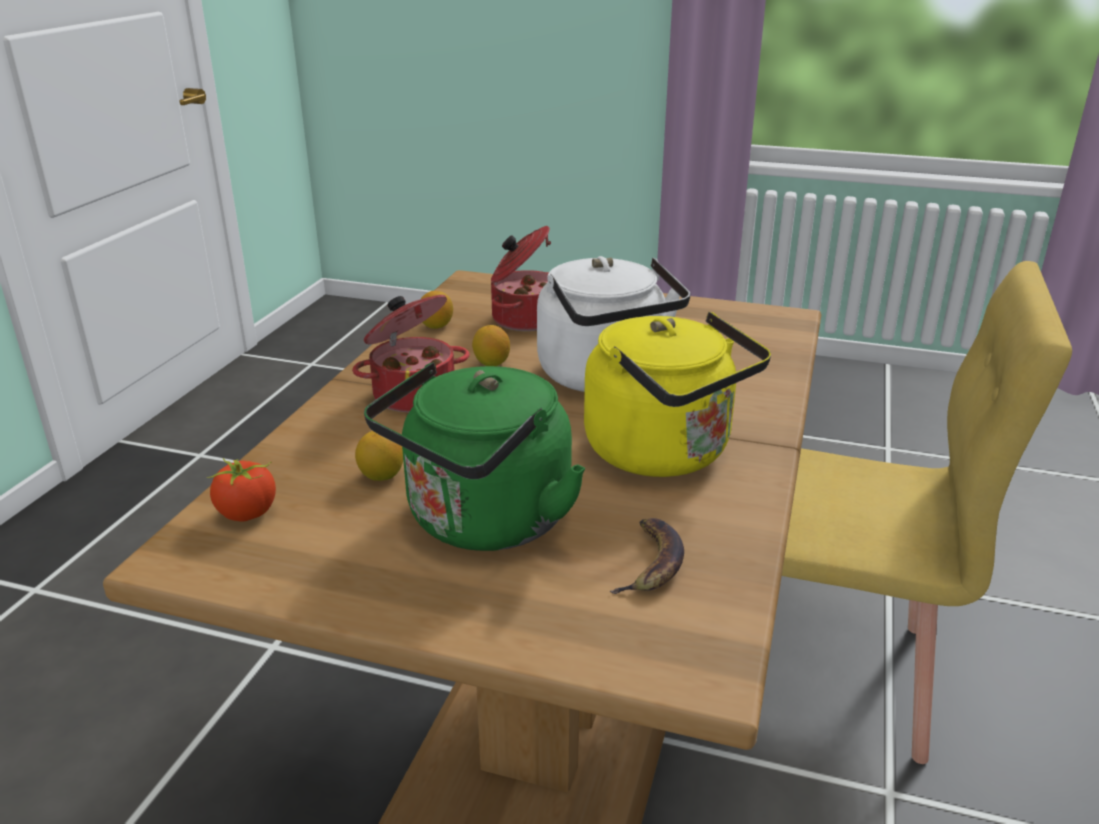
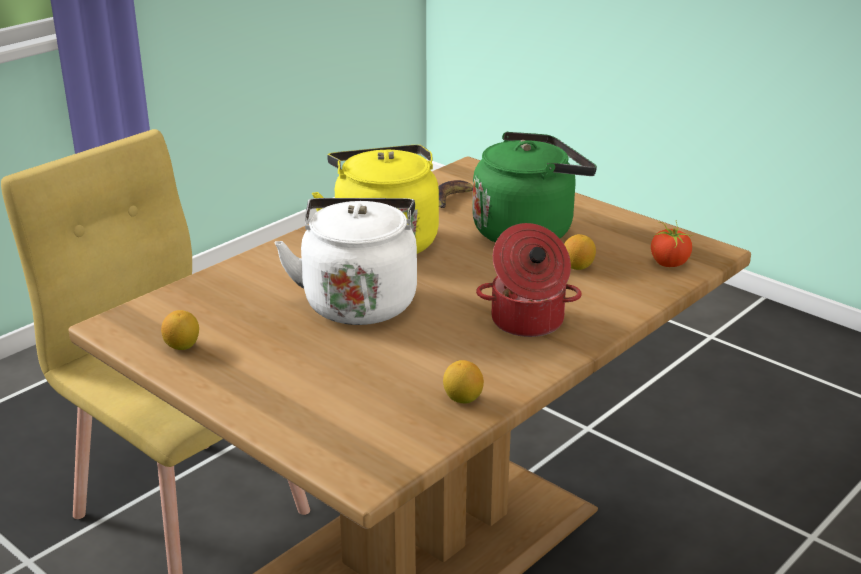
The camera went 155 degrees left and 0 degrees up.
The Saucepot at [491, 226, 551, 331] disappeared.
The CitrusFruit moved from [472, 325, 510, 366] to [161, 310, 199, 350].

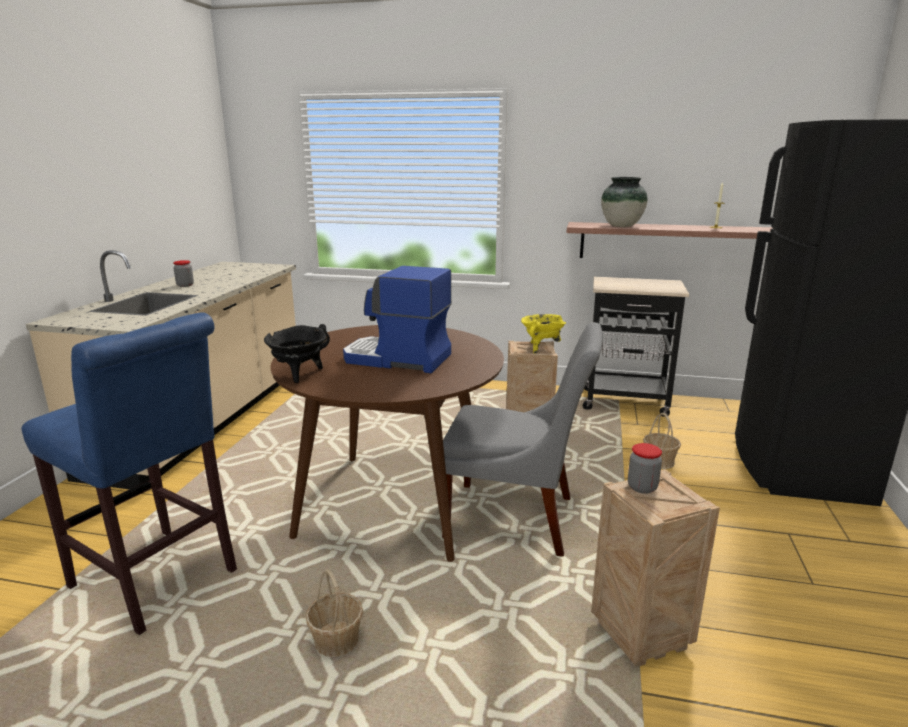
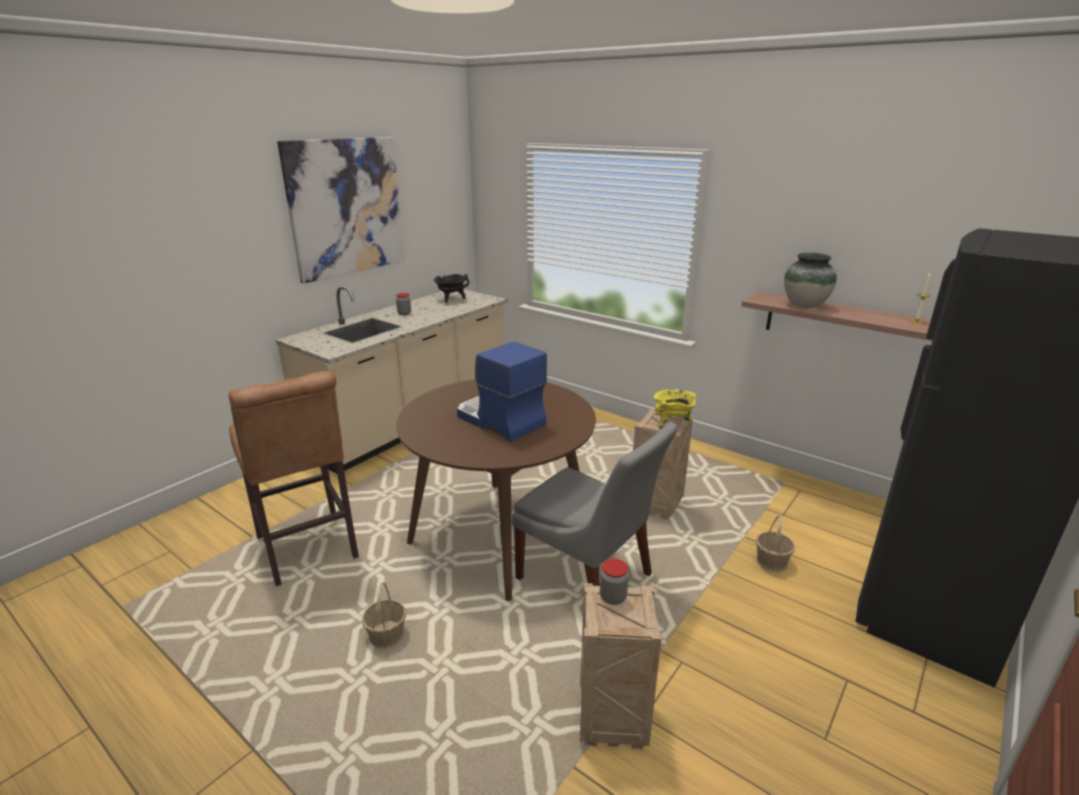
The camera went 25 degrees right and 5 degrees up.
The Trolley at [583, 277, 689, 417] disappeared.
The WallPicture at [277, 137, 405, 284] appeared.
The BlackColouredSaucepot moved from [264, 324, 330, 383] to [434, 274, 469, 303].
The BlueStoolSeat at [21, 312, 237, 635] became the BrownishStoolSeat at [229, 371, 359, 586].

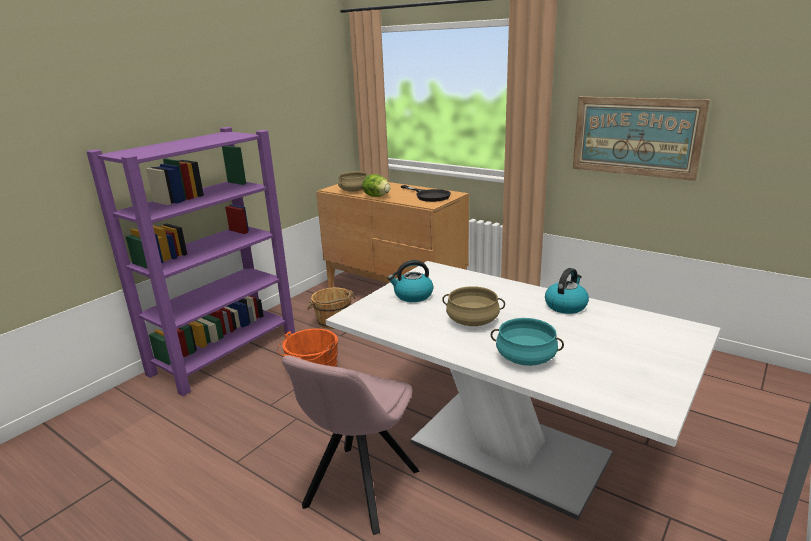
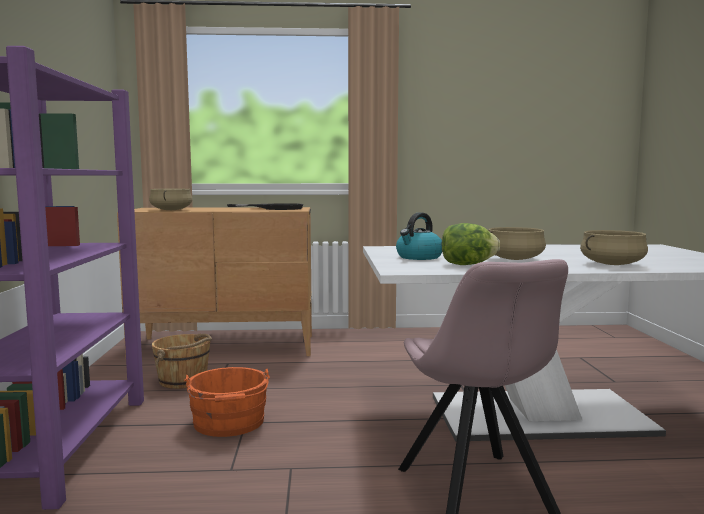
The camera went 40 degrees left and 15 degrees down.
The WaterKettle at [545, 268, 589, 314] disappeared.
The WallPicture at [573, 97, 710, 181] disappeared.
The Lettuce moved from [362, 174, 390, 197] to [442, 223, 500, 265].
The TurquoiseColouredSaucepot at [491, 318, 564, 366] became the SandColouredSaucepot at [580, 230, 648, 265].

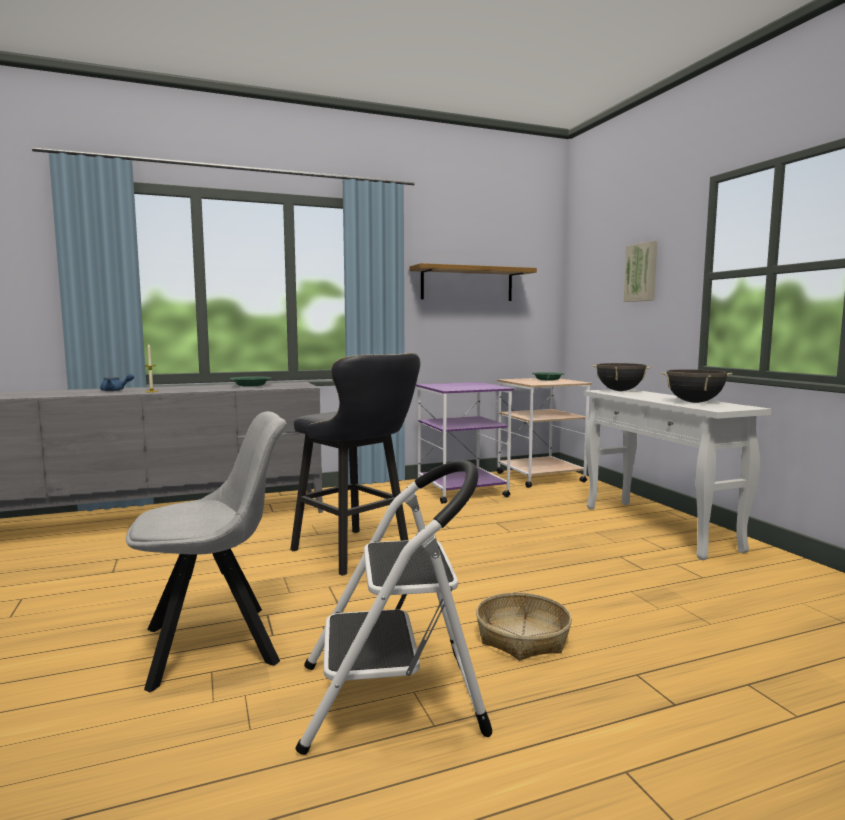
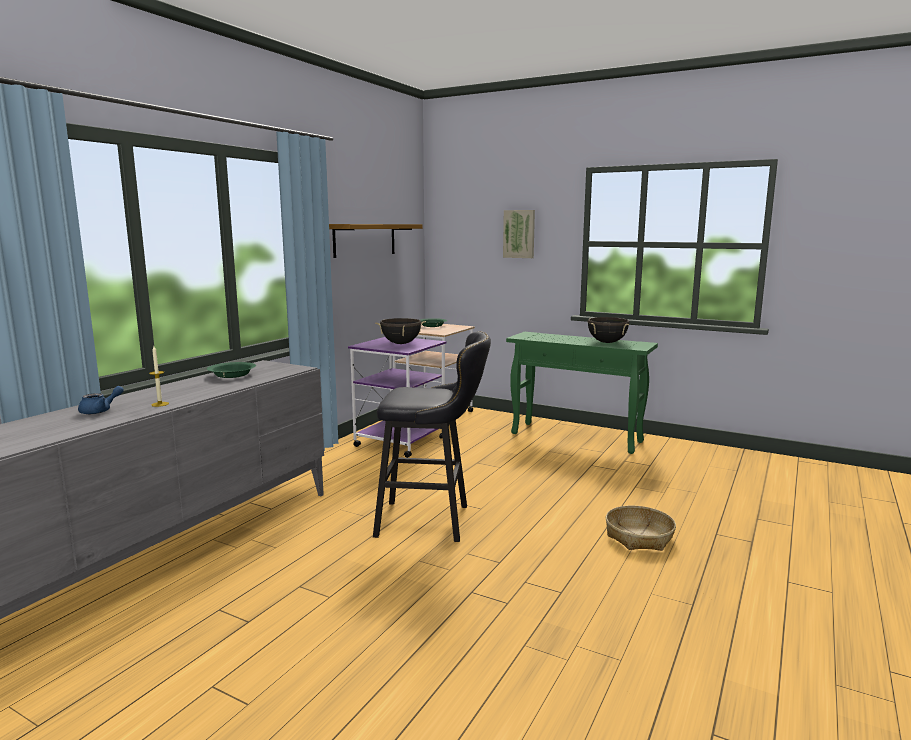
The camera went 40 degrees left and 5 degrees up.
The GreyishChair at [126, 411, 287, 693] disappeared.
The Stepladder at [296, 460, 492, 755] disappeared.
The BlackColouredSaucepot moved from [591, 363, 652, 391] to [375, 318, 426, 344].
The WhiteColouredNarrowTable at [584, 389, 772, 560] became the GreenNarrowTable at [506, 332, 658, 454].

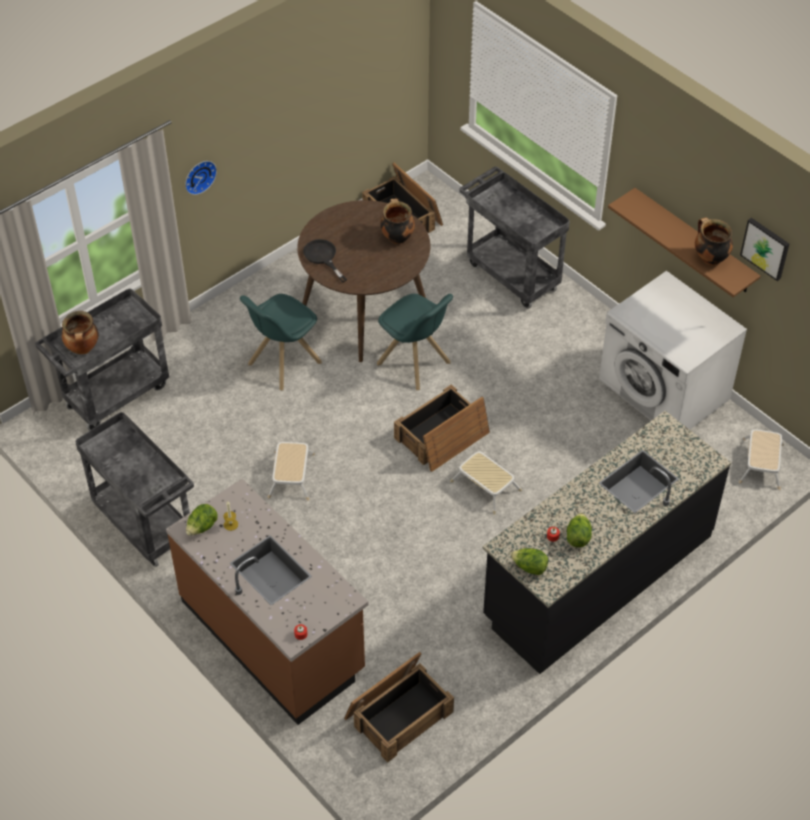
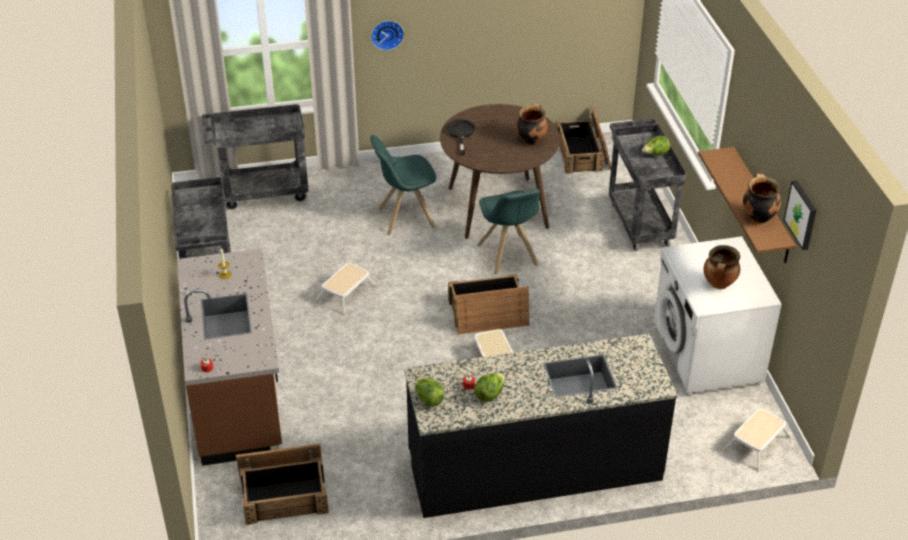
The camera went 30 degrees right and 10 degrees down.
The Saucepot moved from [62, 311, 98, 354] to [703, 245, 740, 289].
The Lettuce moved from [186, 504, 218, 536] to [642, 135, 670, 156].

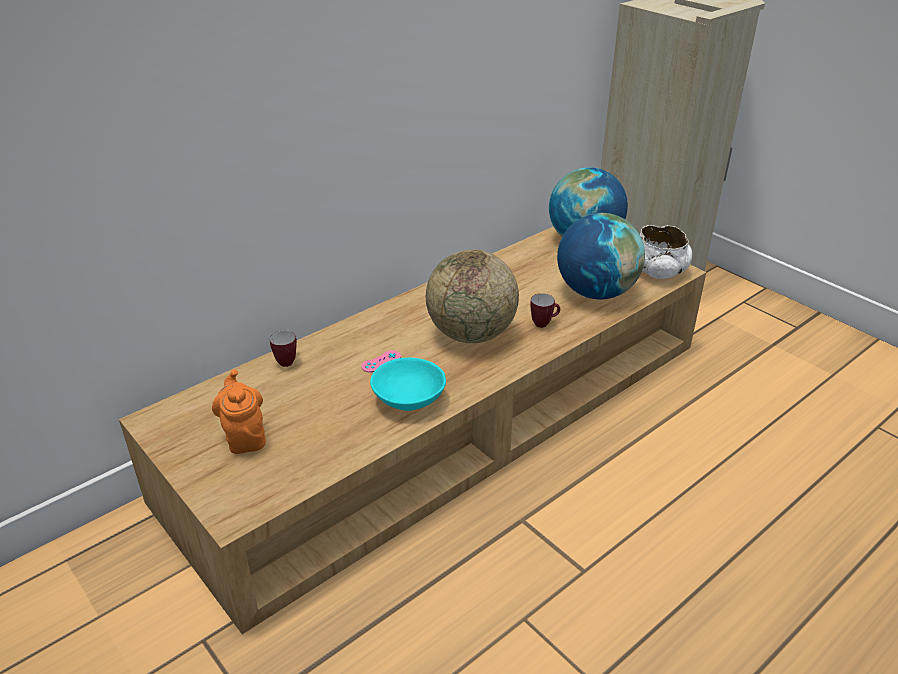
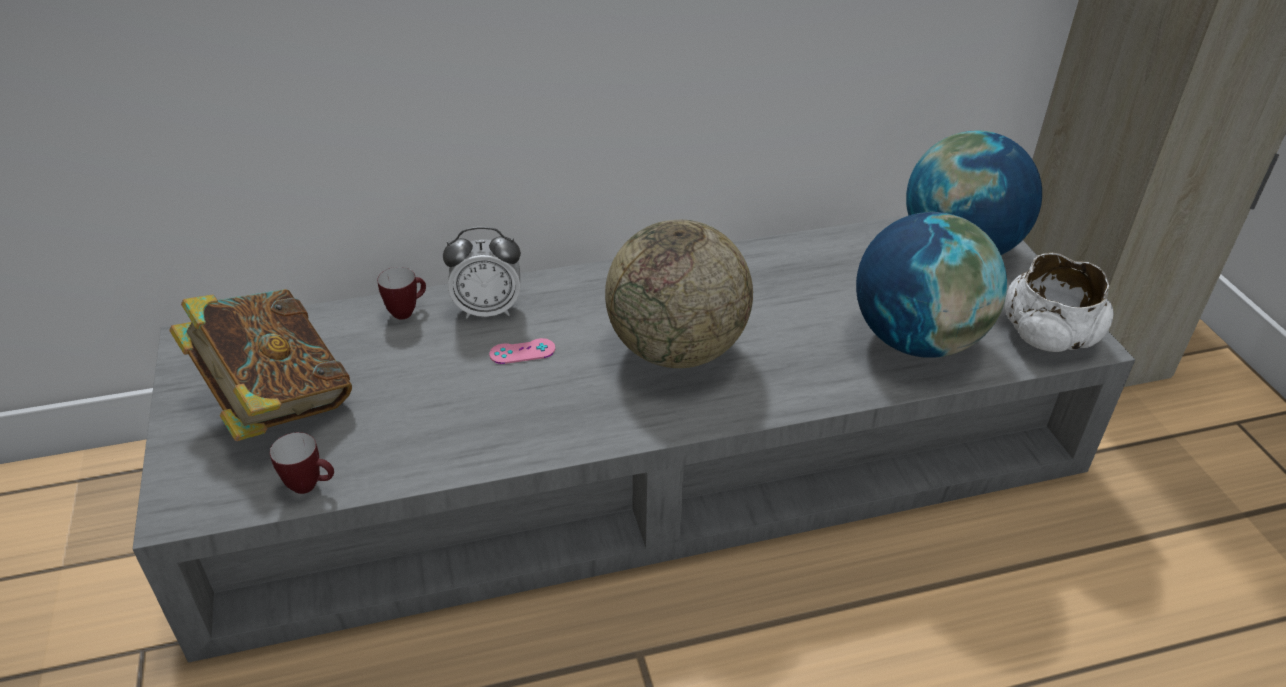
The camera went 25 degrees right and 5 degrees up.
The TurquoiseColouredServingBowl at [370, 358, 446, 411] disappeared.
The BedsideClock at [443, 227, 521, 318] appeared.
The Mug moved from [530, 293, 560, 328] to [270, 432, 334, 494].
The OrangeColouredPotForTea at [212, 370, 266, 454] was replaced by the Volume at [169, 289, 352, 441].
The BrownishMediaConsole at [119, 226, 706, 634] became the GreyishMediaConsole at [133, 215, 1135, 662].

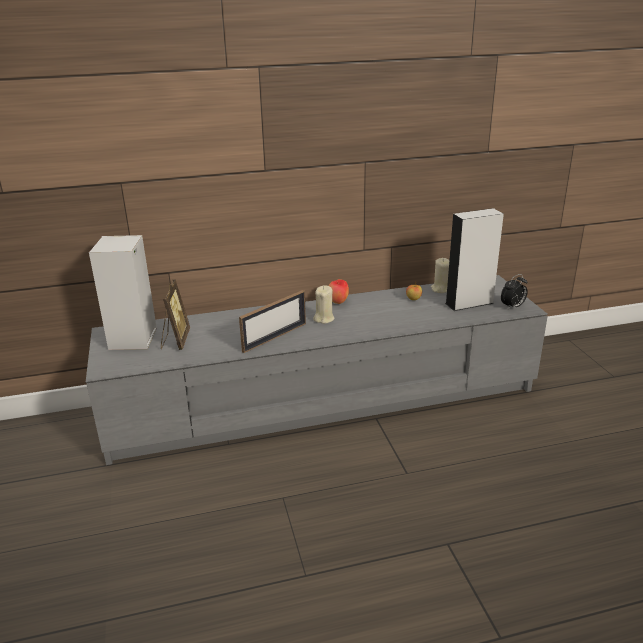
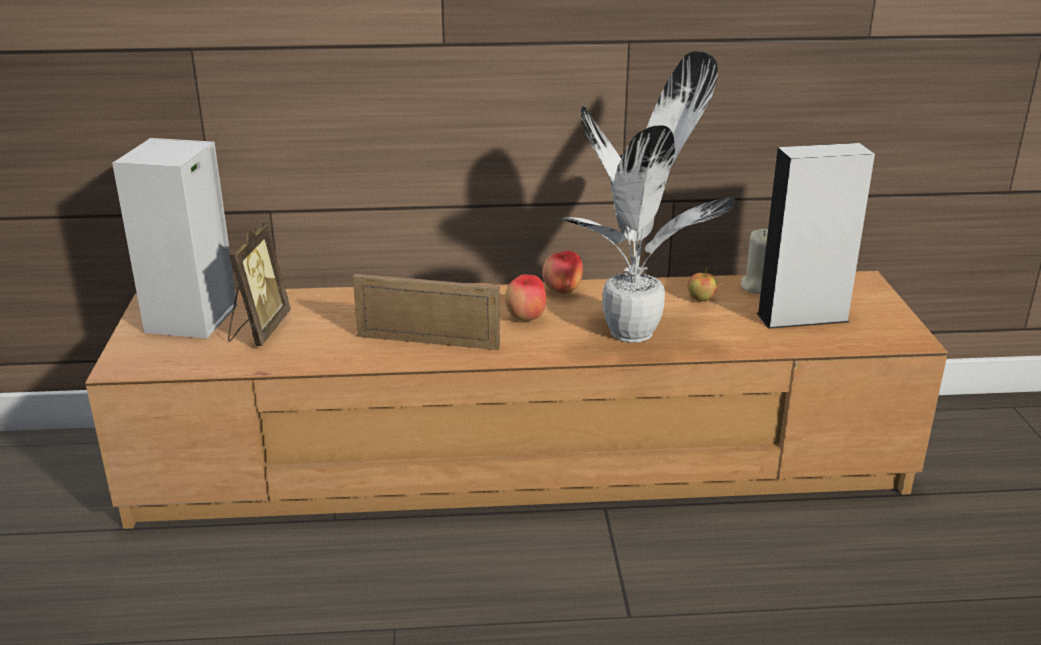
The camera went 10 degrees right and 0 degrees up.
The BedsideClock at [501, 274, 528, 309] disappeared.
The PottedPlant at [558, 51, 735, 343] appeared.
The SandColouredWaxLight at [313, 286, 335, 324] was replaced by the AppleFruit at [505, 275, 546, 321].
The GreyishMediaConsole at [86, 275, 548, 465] became the BrownishMediaConsole at [85, 271, 948, 529].
The StandingFrame at [239, 290, 306, 353] turned 135 degrees counterclockwise.

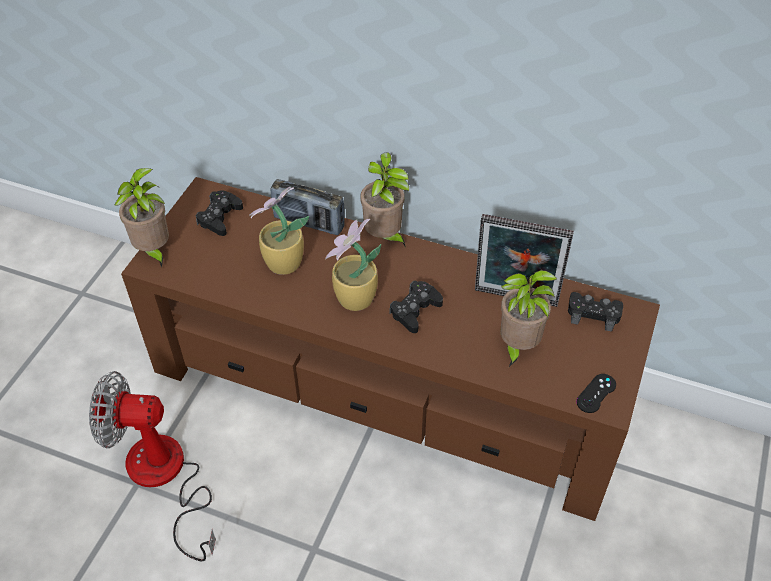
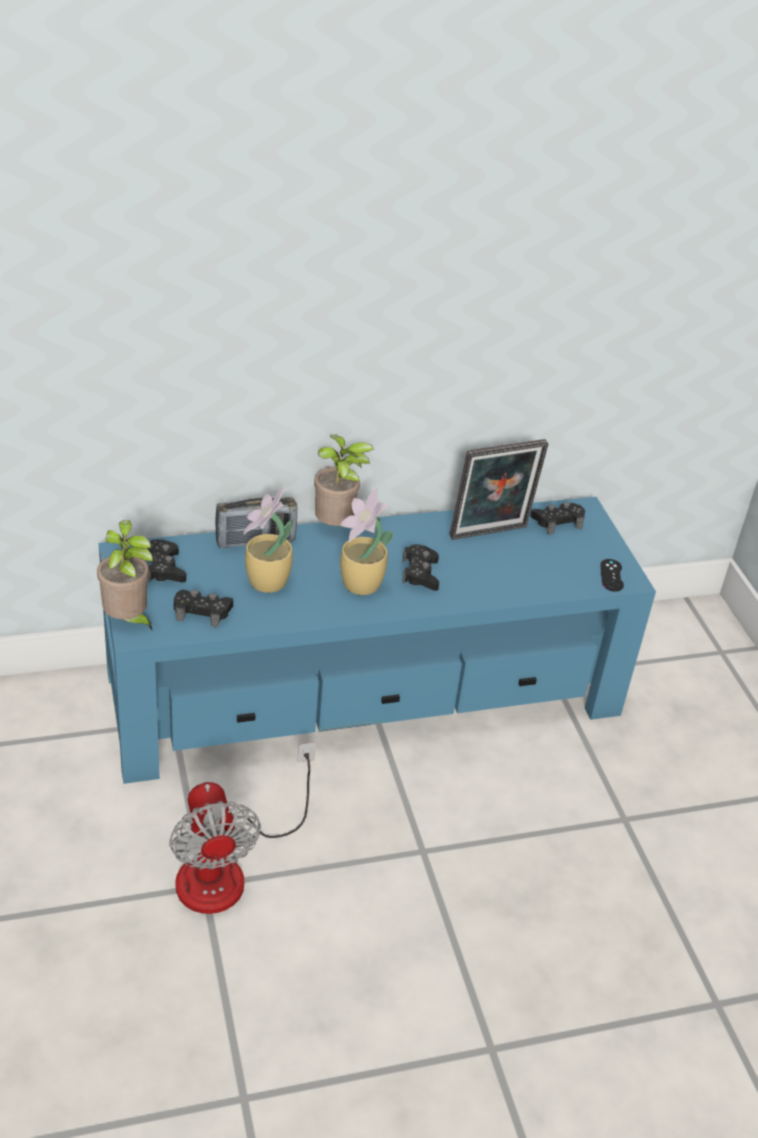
The camera went 40 degrees left and 10 degrees down.
The PottedPlant at [501, 270, 557, 367] disappeared.
The BlackColouredJoypad at [174, 590, 233, 627] appeared.
The BrownishMediaConsole at [121, 177, 660, 521] became the BlueMediaConsole at [99, 497, 656, 784].
The ElectricFan at [89, 371, 216, 561] turned 75 degrees counterclockwise.

